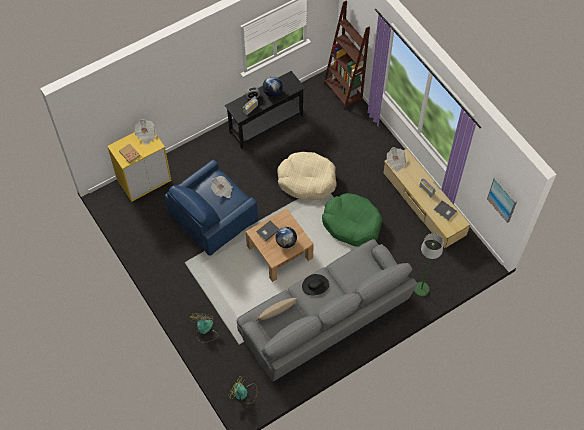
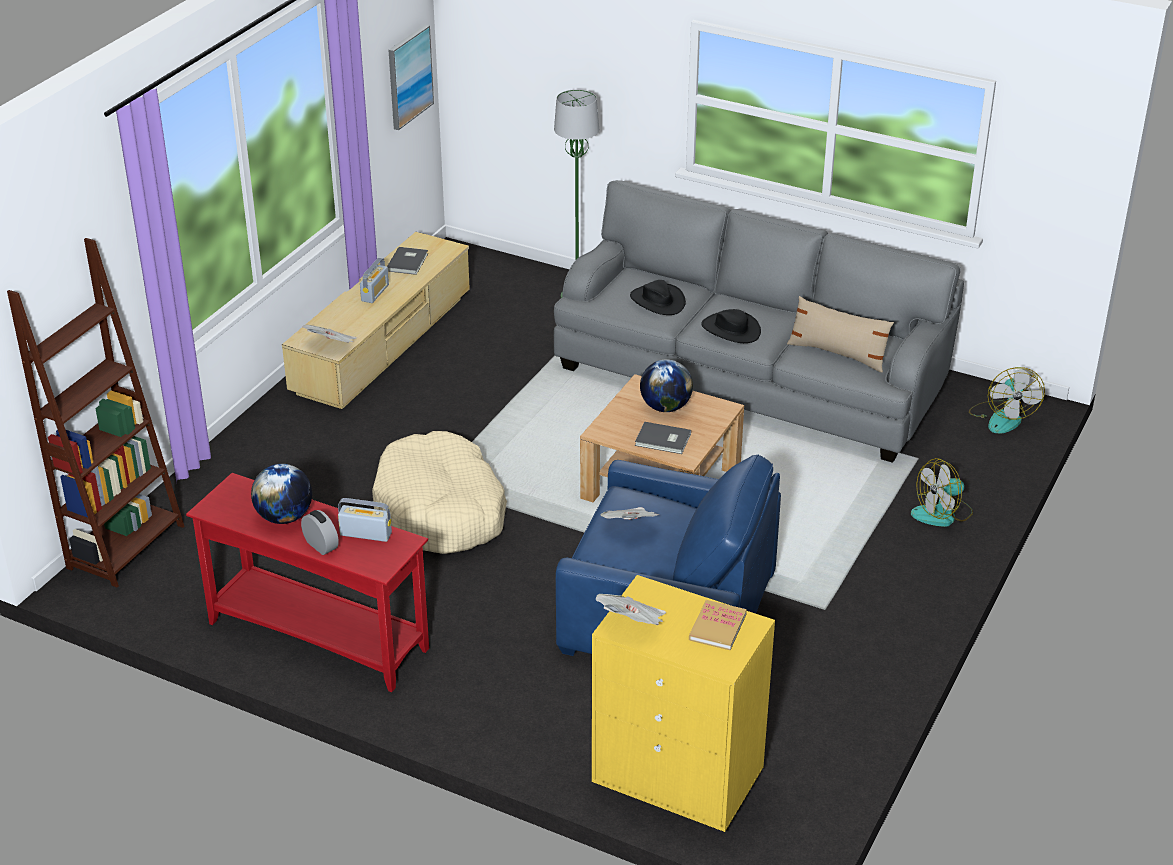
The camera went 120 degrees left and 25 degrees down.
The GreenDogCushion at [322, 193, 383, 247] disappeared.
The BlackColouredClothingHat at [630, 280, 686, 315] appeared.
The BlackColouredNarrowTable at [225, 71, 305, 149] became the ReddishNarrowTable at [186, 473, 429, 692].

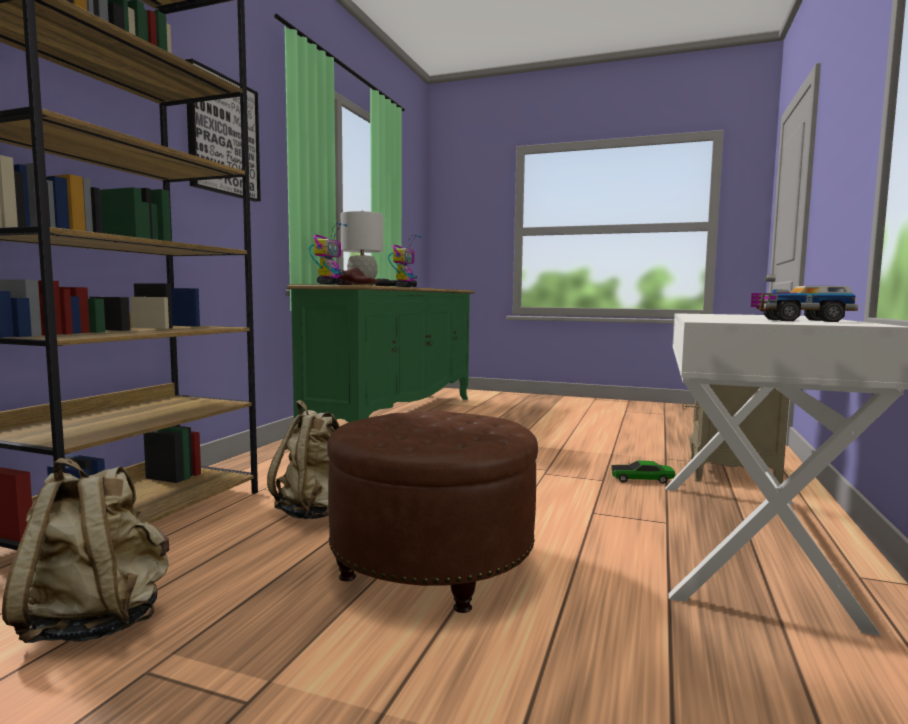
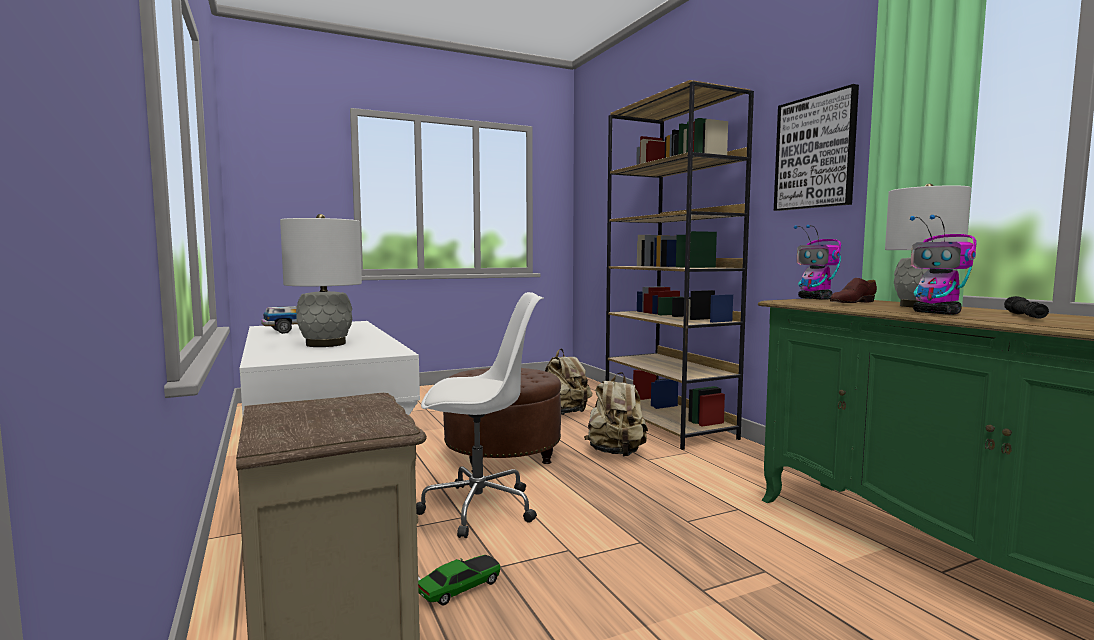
The camera went 135 degrees right and 0 degrees up.
The WhiteColouredTabletopLamp at [280, 214, 362, 347] appeared.
The WhiteColouredDeskChair at [416, 292, 544, 538] appeared.

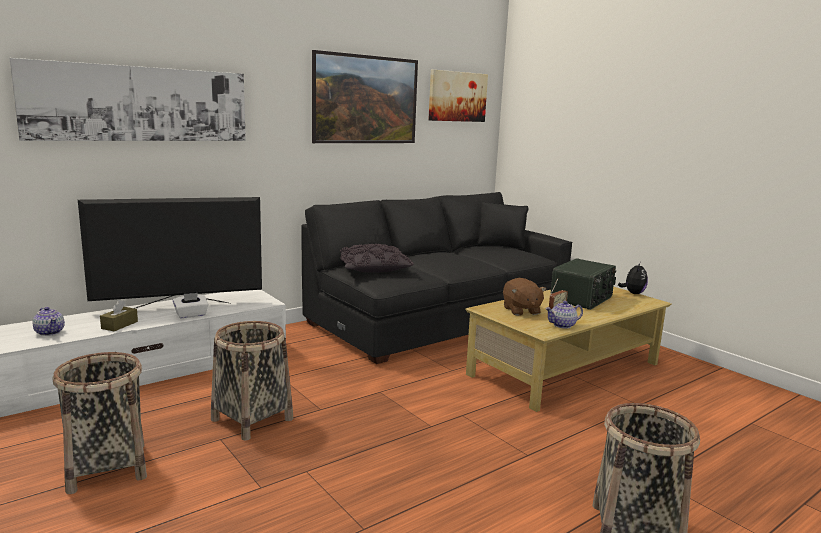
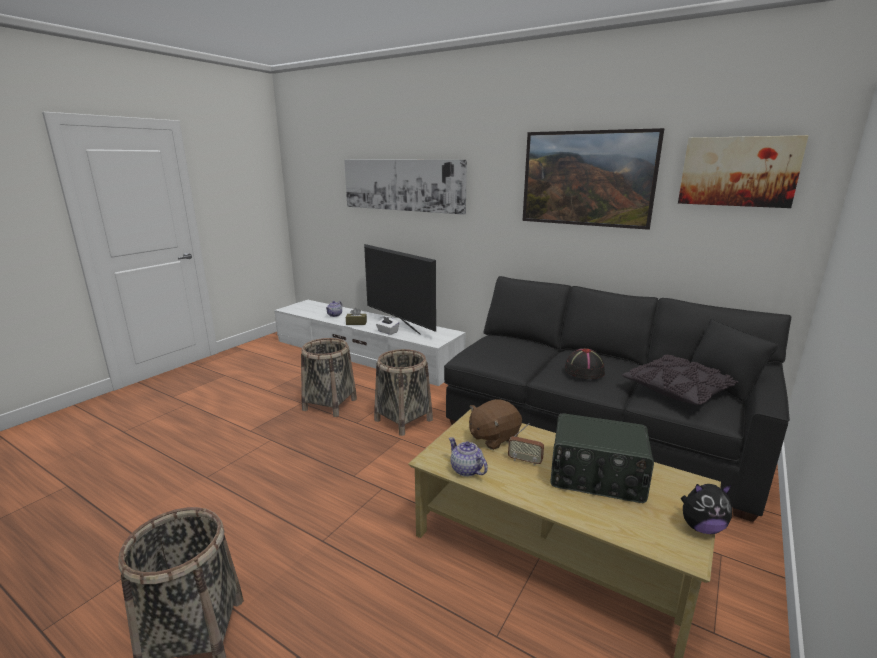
The camera went 70 degrees right and 5 degrees up.
The BlackColouredClothingHat at [565, 348, 605, 379] appeared.
The StorageBasket moved from [53, 352, 147, 494] to [374, 349, 433, 436].
The BlackColouredCushion moved from [340, 244, 414, 273] to [622, 354, 739, 405].

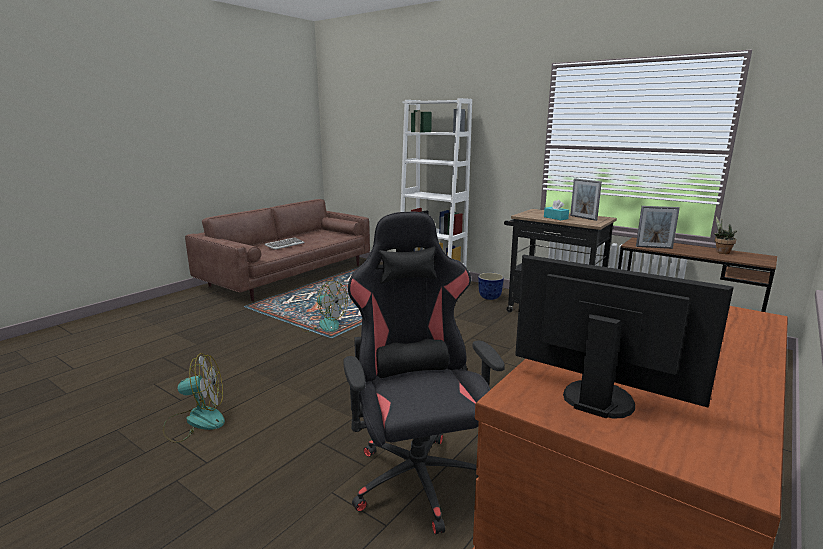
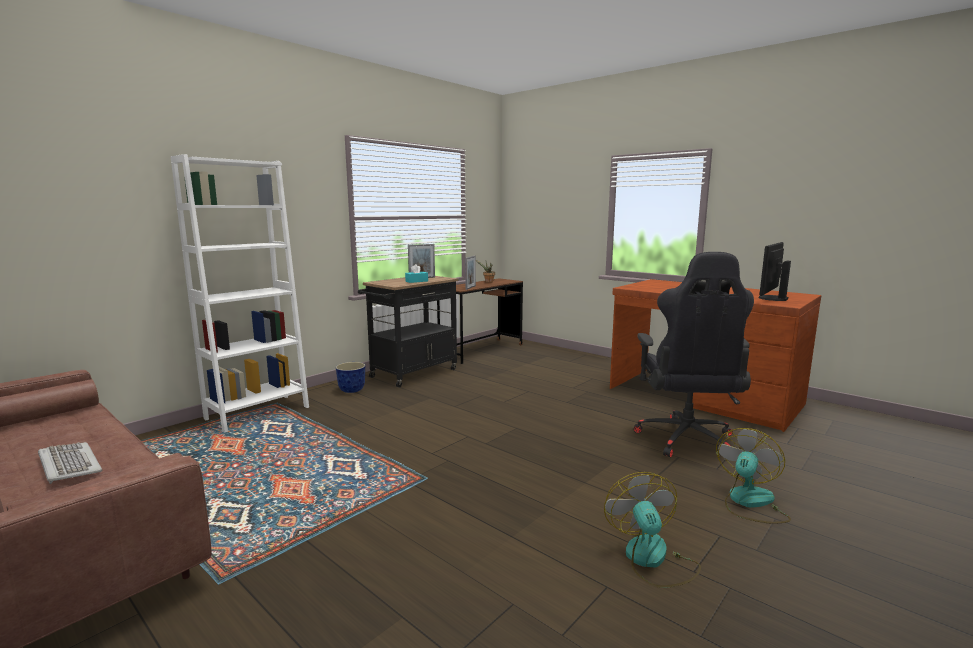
The camera went 85 degrees left and 5 degrees down.
The ElectricFan moved from [302, 280, 348, 332] to [716, 428, 791, 524].
The BlackColouredDeskChair at [343, 212, 505, 534] turned 75 degrees counterclockwise.

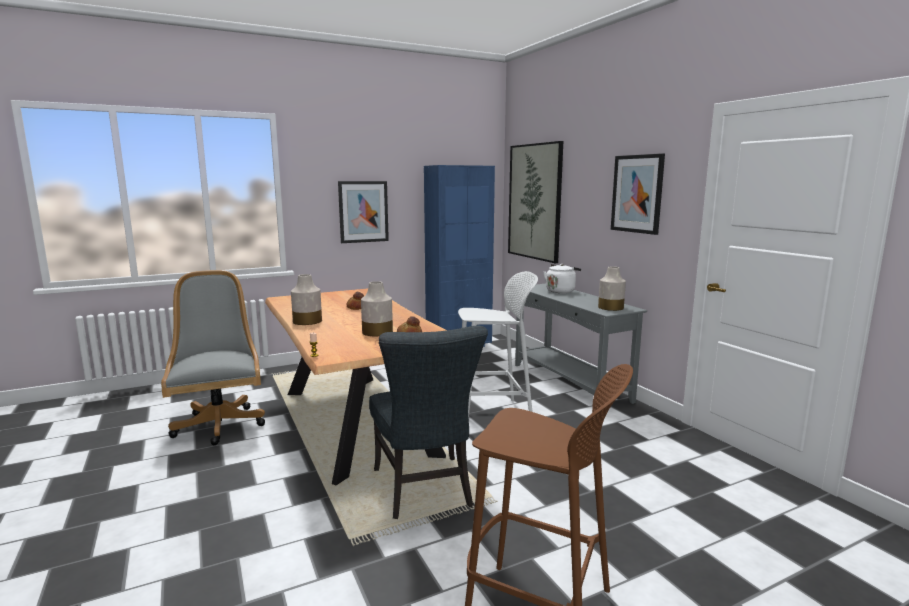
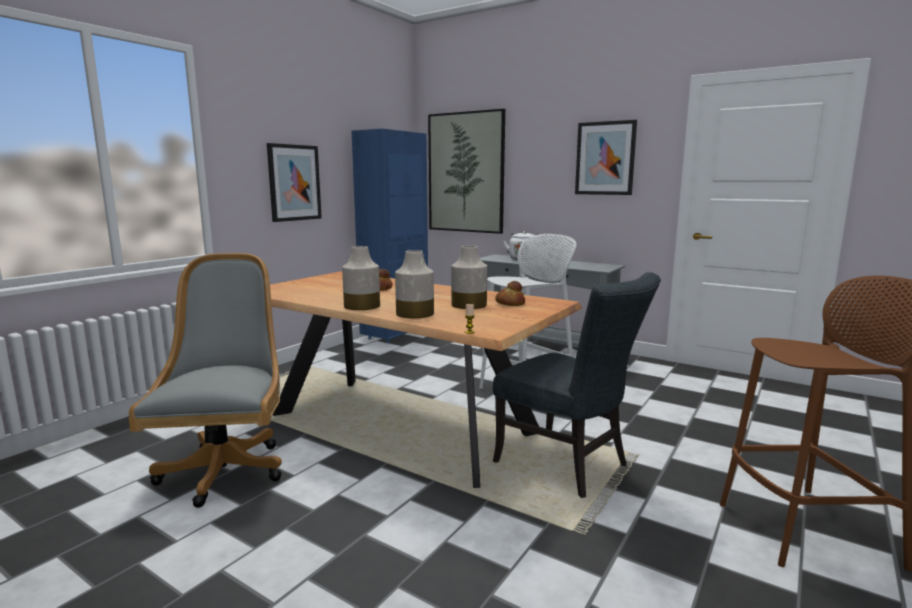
The camera went 30 degrees left and 0 degrees up.
The SandColouredVase moved from [598, 266, 626, 311] to [395, 250, 434, 318].
The GreyishDeskChair at [161, 270, 265, 445] turned 45 degrees clockwise.

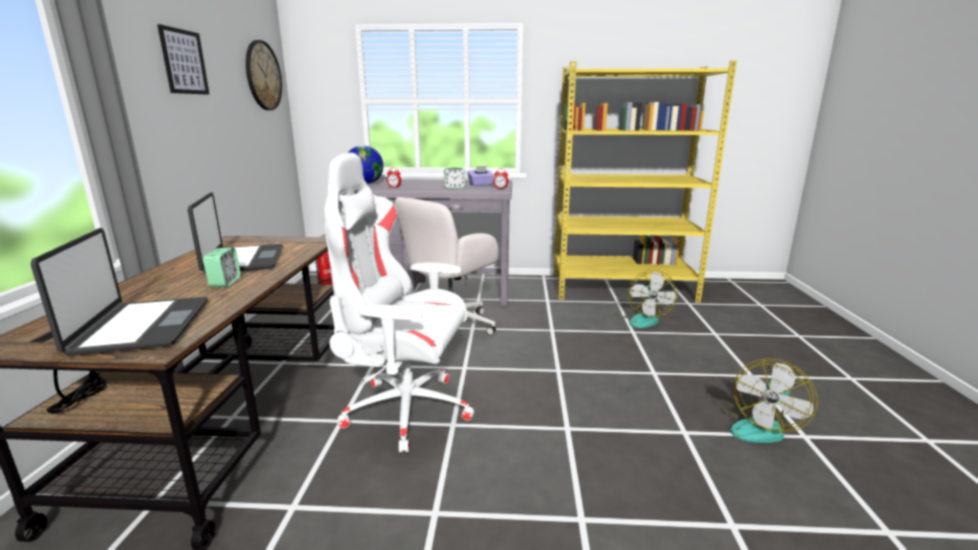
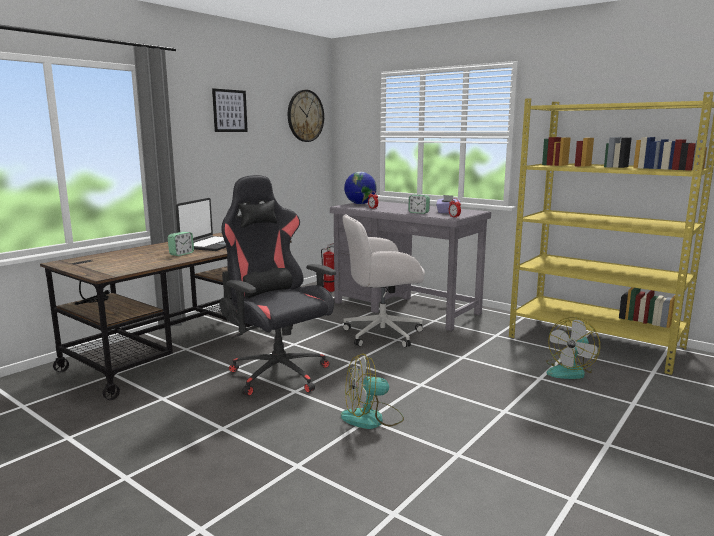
The camera went 35 degrees right and 5 degrees down.
The Laptop at [31, 228, 208, 356] disappeared.
The ElectricFan moved from [722, 358, 817, 443] to [341, 353, 404, 429].
The WhiteColouredDeskChair at [323, 153, 474, 453] became the BlackColouredDeskChair at [220, 175, 336, 396].

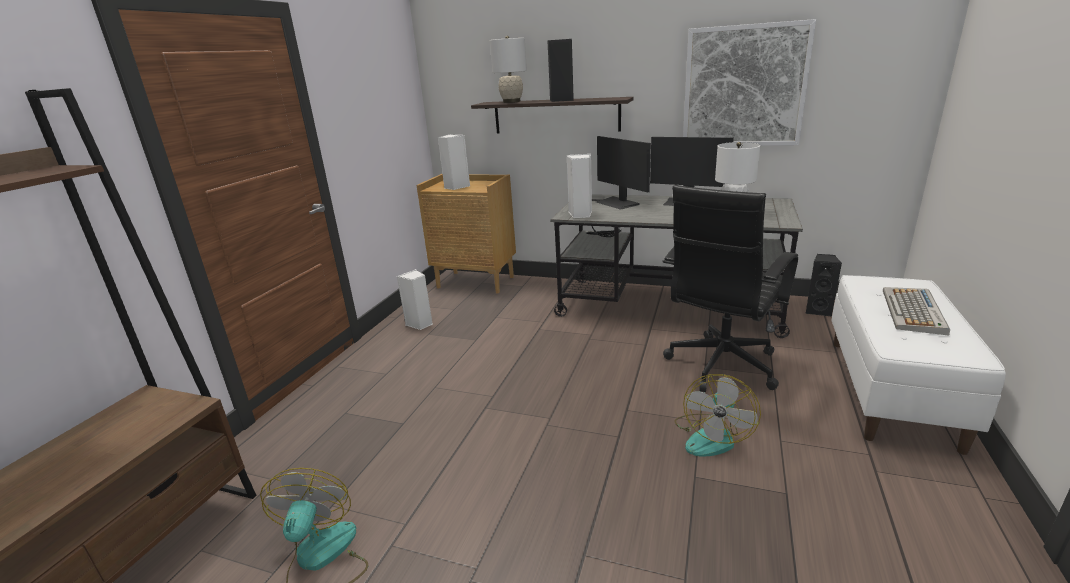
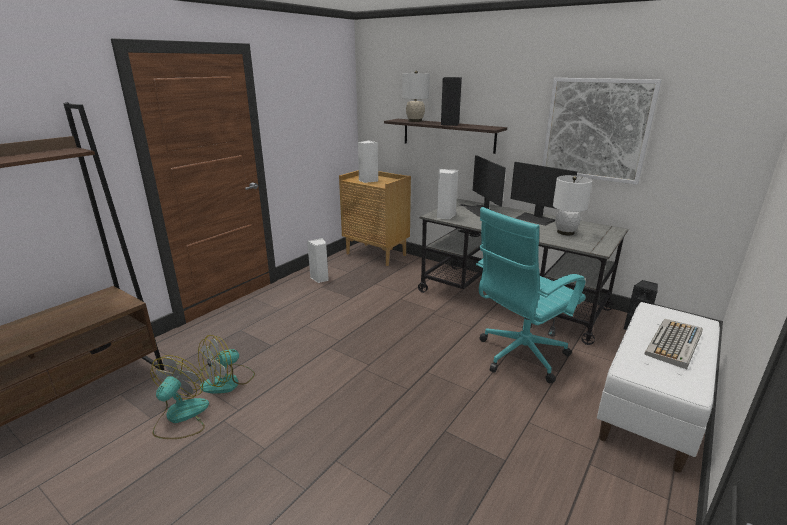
The camera went 15 degrees right and 0 degrees up.
The ElectricFan moved from [675, 374, 761, 457] to [198, 335, 255, 394].
The BlackColouredDeskChair at [662, 185, 798, 392] became the TurquoiseColouredDeskChair at [476, 207, 586, 383].

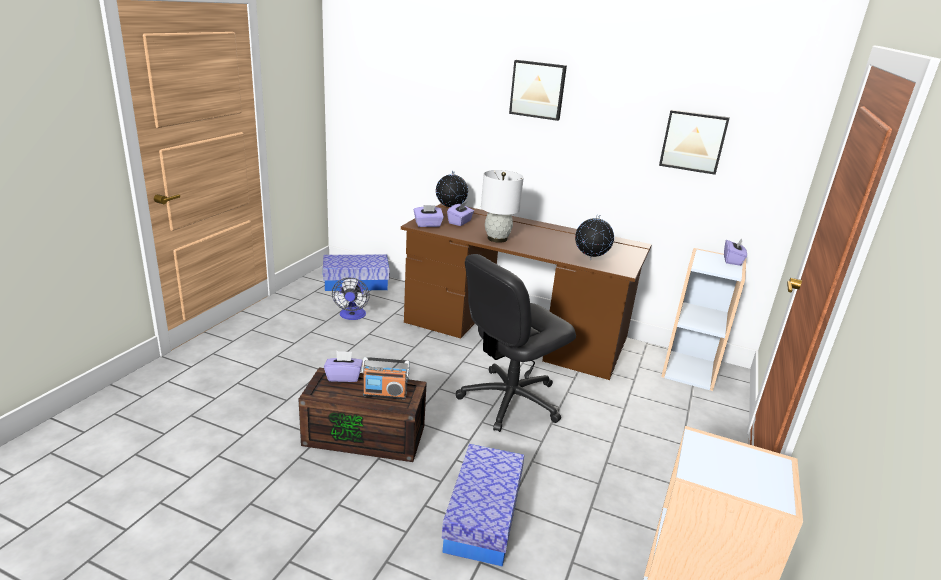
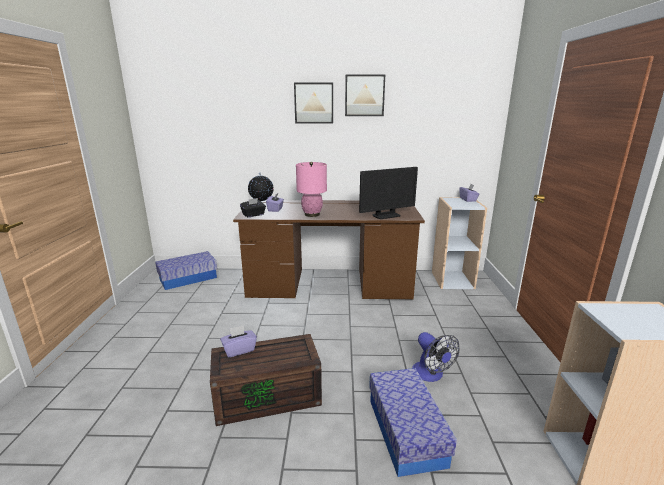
The camera went 20 degrees left and 5 degrees down.
The Radio at [362, 357, 410, 400] disappeared.
The BlackColouredDeskChair at [456, 254, 576, 432] disappeared.
The ElectricFan moved from [332, 278, 370, 320] to [412, 332, 460, 382].
The WallPicture moved from [659, 110, 730, 175] to [345, 75, 385, 116].
The WorldGlobe at [575, 215, 614, 259] was replaced by the ComputerDisplay at [359, 167, 418, 219].
The PurpleTissueHolder at [414, 205, 444, 227] became the BlackColouredTissueHolder at [240, 198, 266, 217].
The WhiteColouredTabletopLamp at [481, 170, 524, 243] became the PinkColouredTabletopLamp at [296, 162, 327, 217].

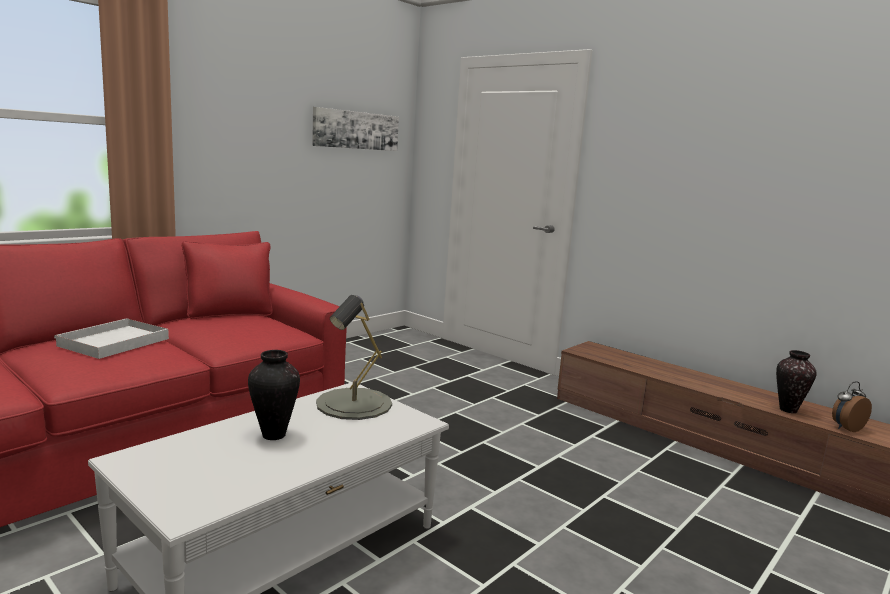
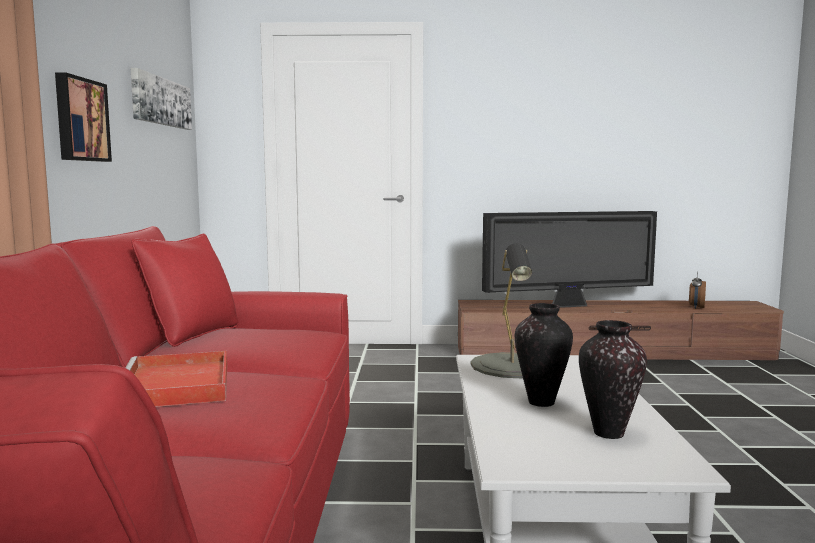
The camera went 40 degrees left and 5 degrees down.
The WallPicture at [55, 72, 112, 162] appeared.
The Television at [482, 211, 657, 308] appeared.
The Vase moved from [776, 350, 817, 413] to [579, 320, 647, 439].
The WhiteColouredCarryingTray at [54, 318, 169, 359] became the ReddishCarryingTray at [125, 351, 227, 407].

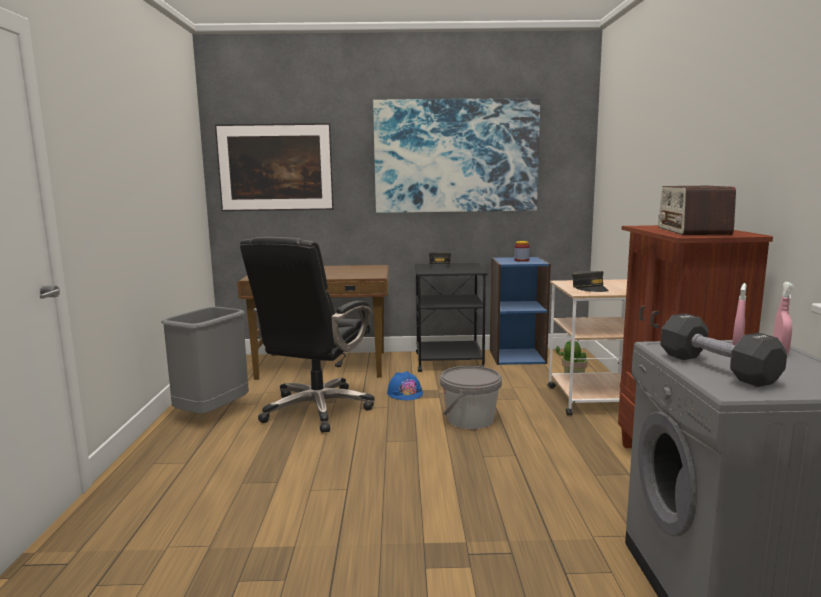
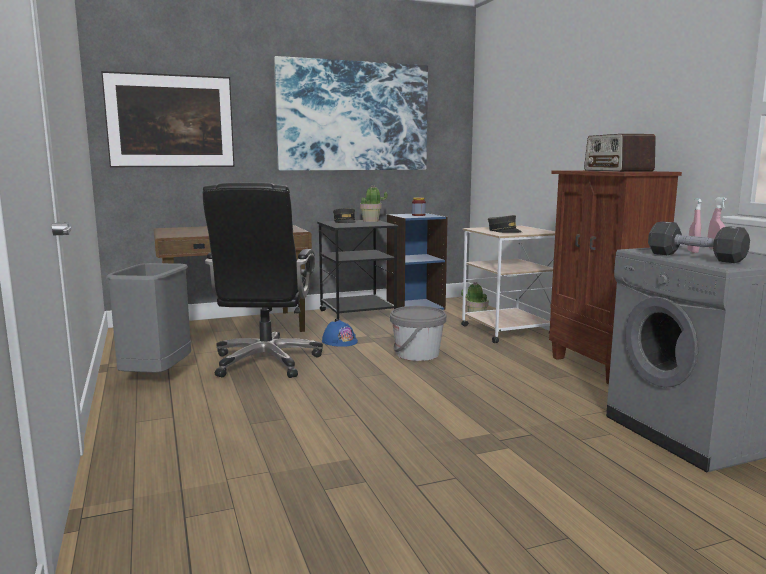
The camera went 20 degrees left and 0 degrees up.
The PottedPlant at [360, 185, 388, 222] appeared.

